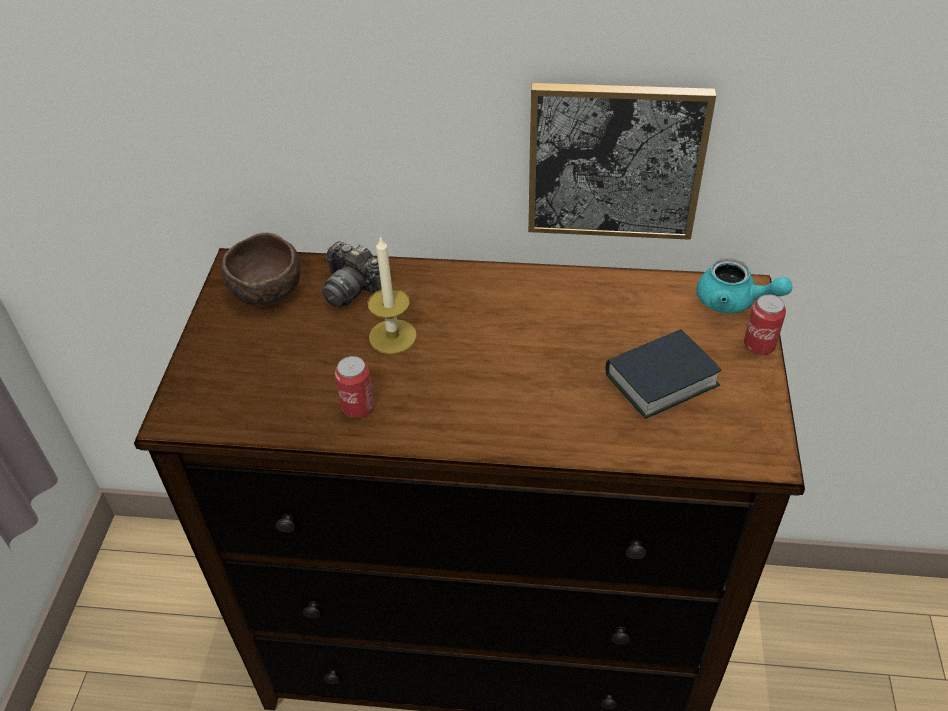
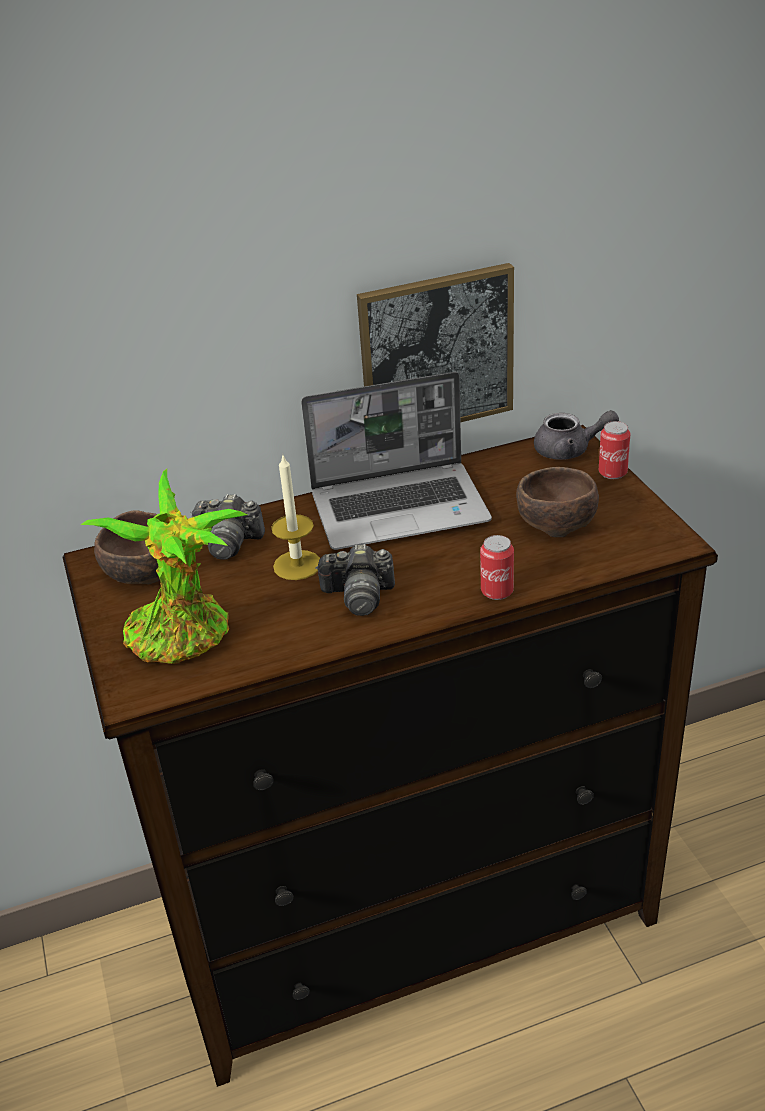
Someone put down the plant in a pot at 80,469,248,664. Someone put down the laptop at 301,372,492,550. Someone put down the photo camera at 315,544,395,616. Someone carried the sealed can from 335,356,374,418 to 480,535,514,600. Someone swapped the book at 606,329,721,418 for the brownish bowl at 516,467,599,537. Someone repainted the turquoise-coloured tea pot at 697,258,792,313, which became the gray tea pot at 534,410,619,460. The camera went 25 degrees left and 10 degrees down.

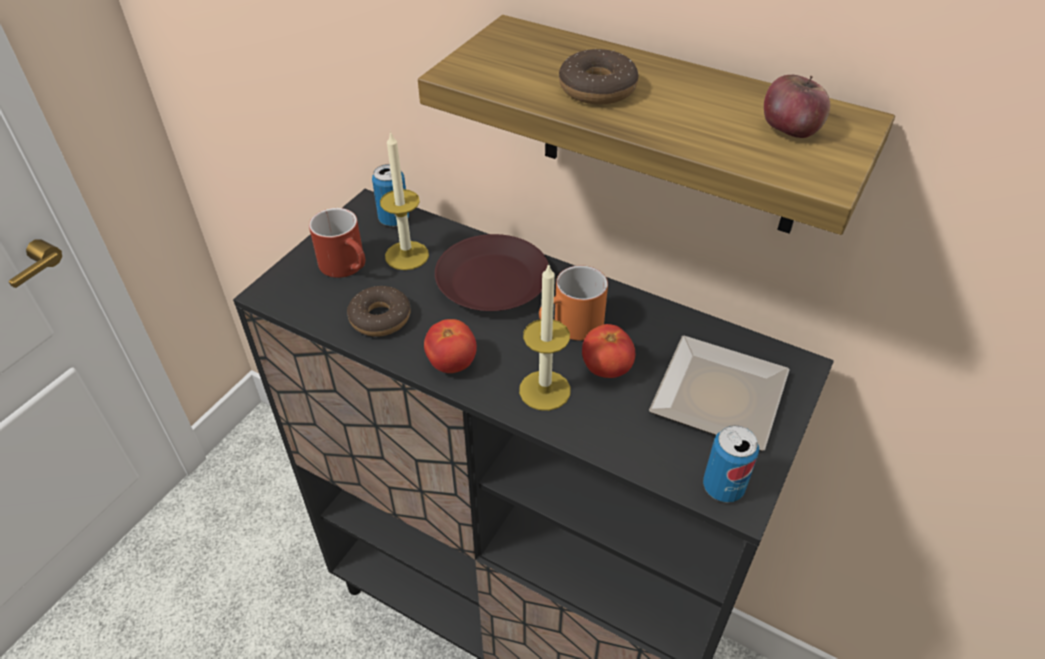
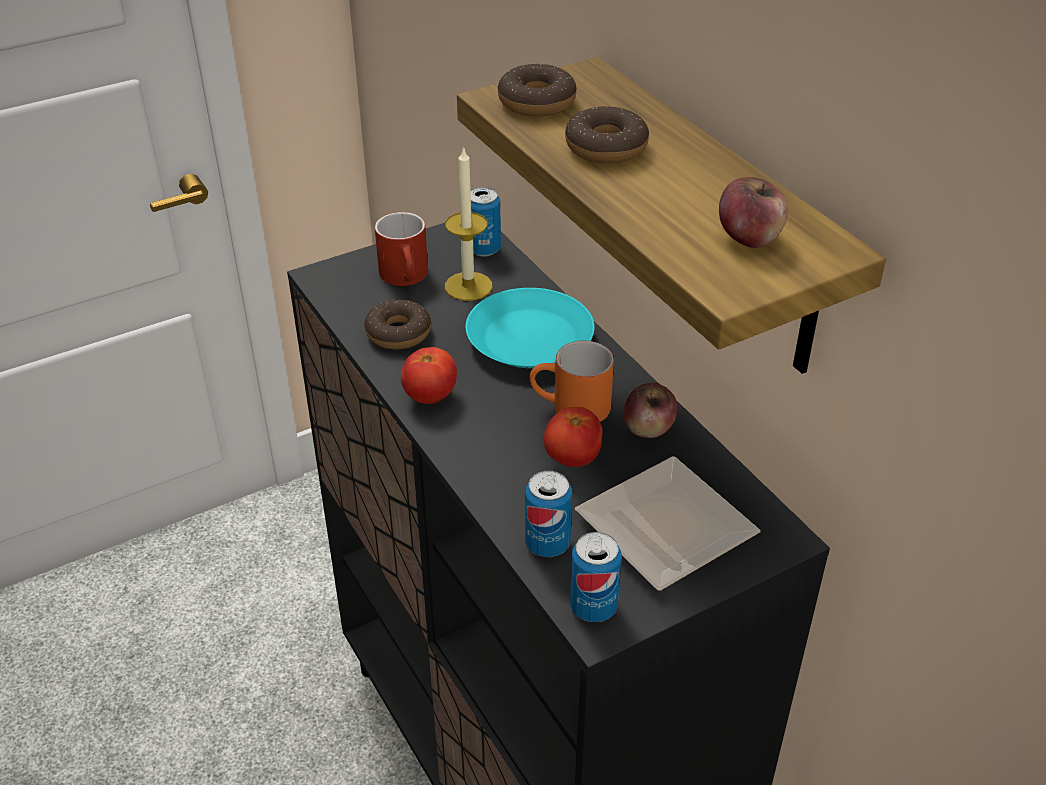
Someone repainted the brownish dinner plate at 435,234,549,311, which became the turquoise-coloured dinner plate at 466,288,595,368. Someone put down the ring doughnut at 498,64,577,117. Someone put down the sealed can at 525,471,572,557. Someone put down the apple at 624,383,678,438. Someone took away the candle at 519,264,570,411. The camera went 30 degrees right and 5 degrees down.

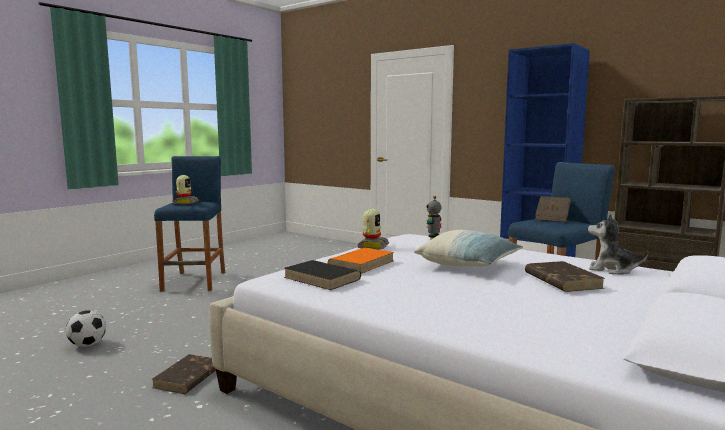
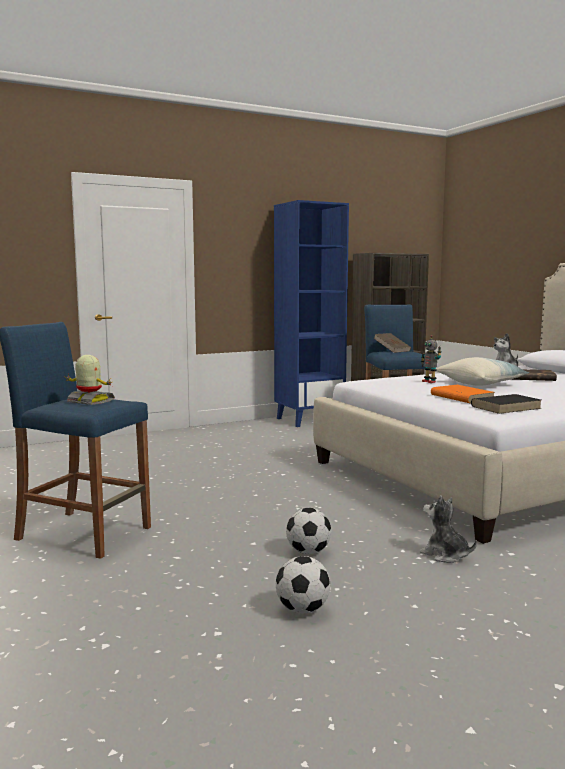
Someone put down the football ball at 286,508,331,554. Someone swapped the brownish book at 151,354,216,394 for the cuddly toy at 420,495,477,563. Someone took away the model robot at 358,209,389,250. The camera went 65 degrees left and 0 degrees up.

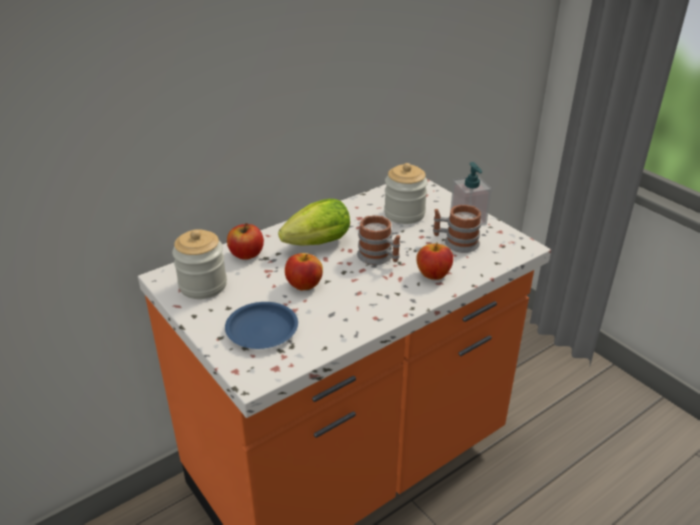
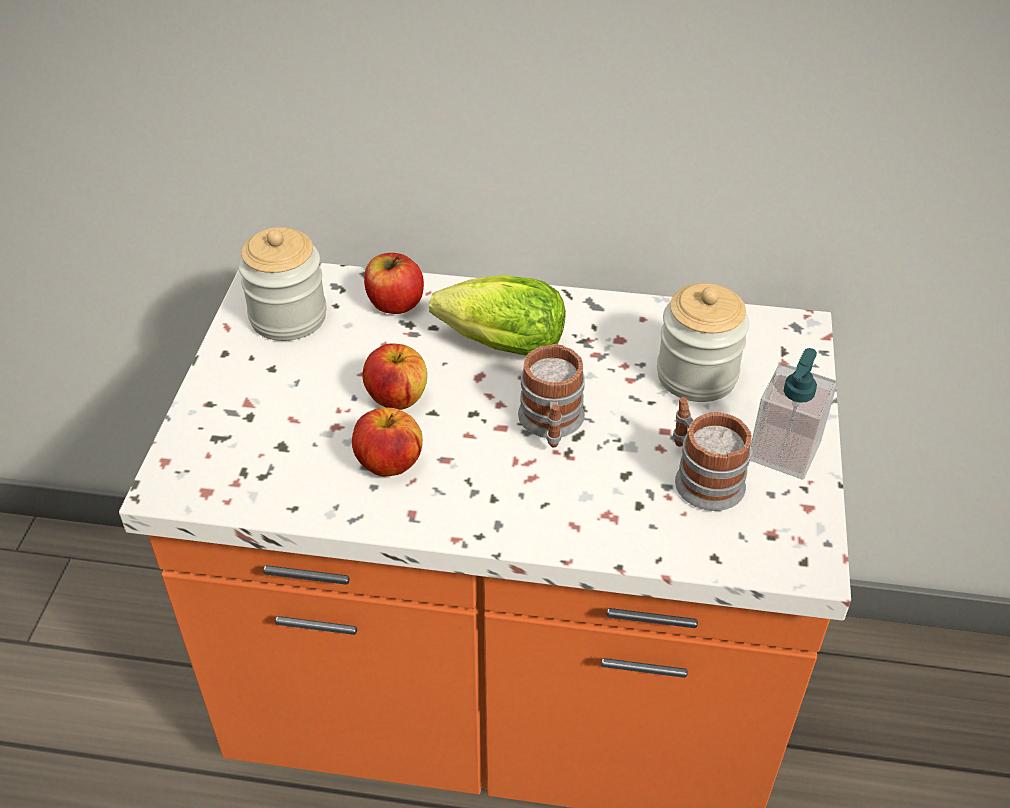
Someone carried the apple from 416,243,453,280 to 352,408,423,477. Someone took away the bluish dinner plate at 225,302,298,349. The camera went 45 degrees right and 10 degrees up.

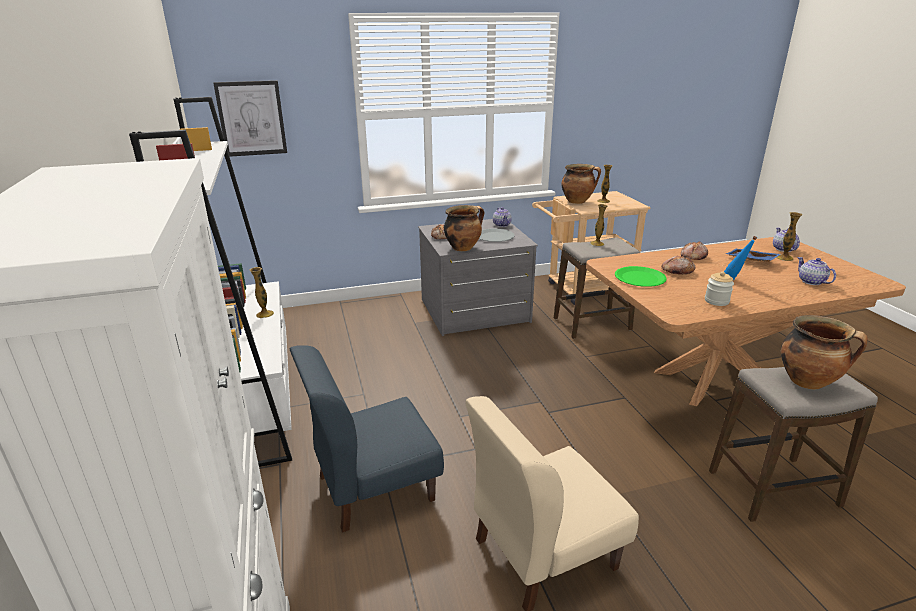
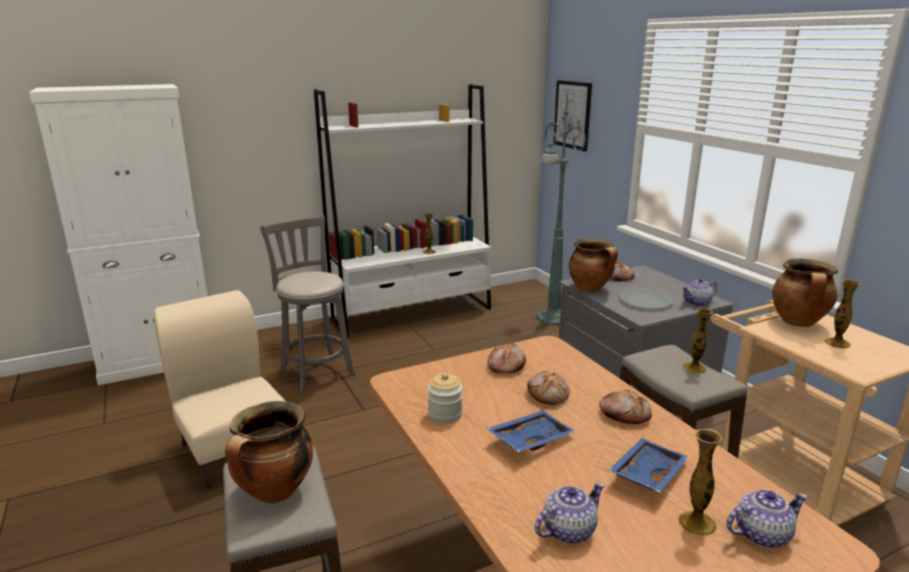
Someone swapped the bluish upright chair at 290,345,444,533 for the gray stool seat at 260,215,356,393. Someone swapped the bluish drink bottle at 724,236,757,280 for the bluish tray at 486,410,576,452. Someone swapped the greenish dinner plate at 615,266,667,287 for the bakery bread at 488,342,526,374. Someone put down the greenish standard lamp at 536,89,586,326. The camera went 80 degrees right and 5 degrees down.

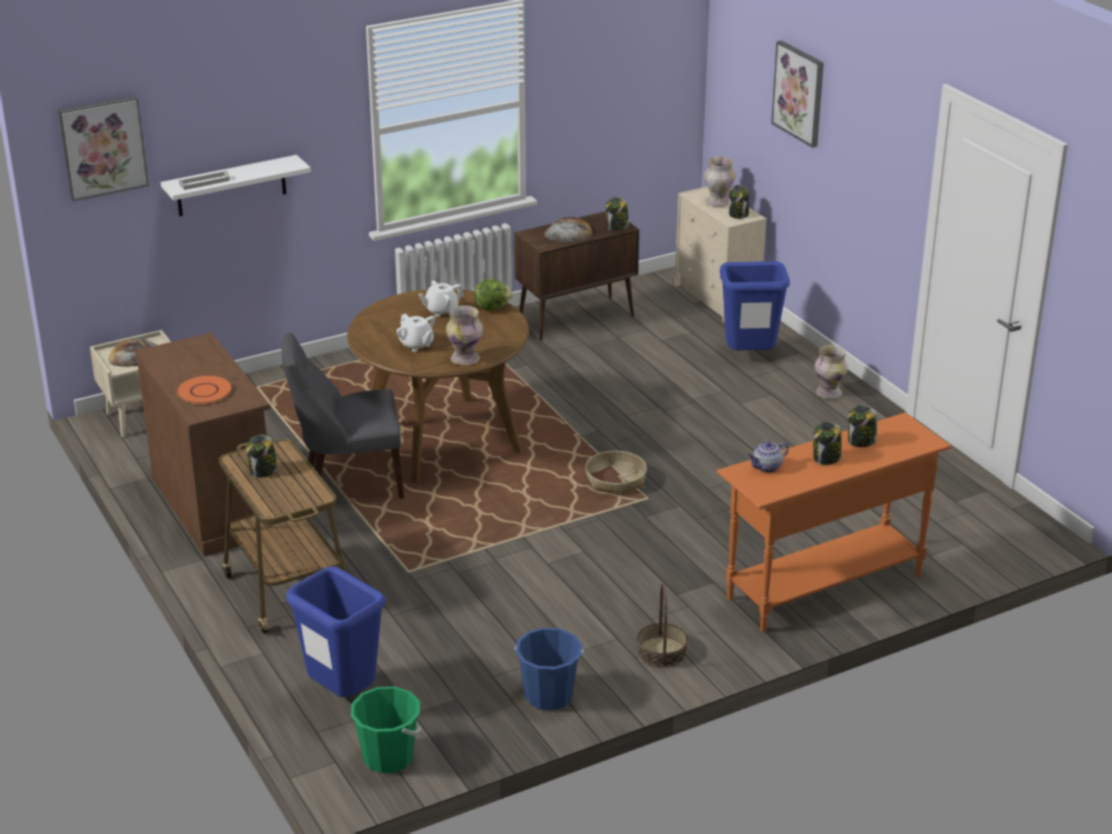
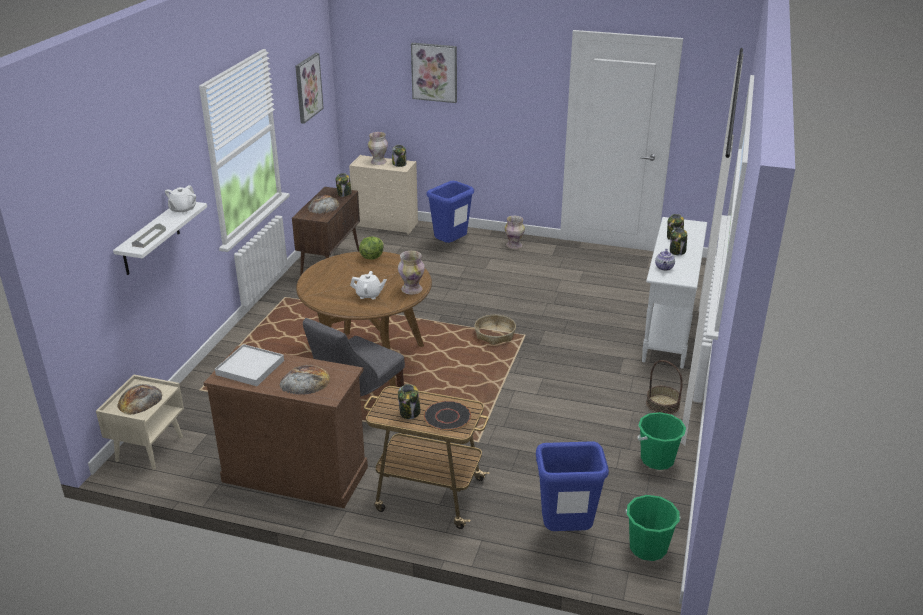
Someone carried the white tea pot from 418,280,464,317 to 165,185,196,214. Someone put down the white tray at 215,344,284,386. Someone swapped the orangey dinner plate at 176,375,233,404 for the bakery bread at 279,365,330,395. Someone carried the wall picture from 58,96,149,201 to 295,53,324,124. Someone put down the blackish dinner plate at 424,401,471,431. Someone repainted the bluish water bucket at 515,628,584,710, which became the greenish water bucket at 637,412,686,470. Someone repainted the orangey console table at 717,413,951,632, which became the white console table at 642,217,707,369. The camera went 45 degrees left and 0 degrees up.

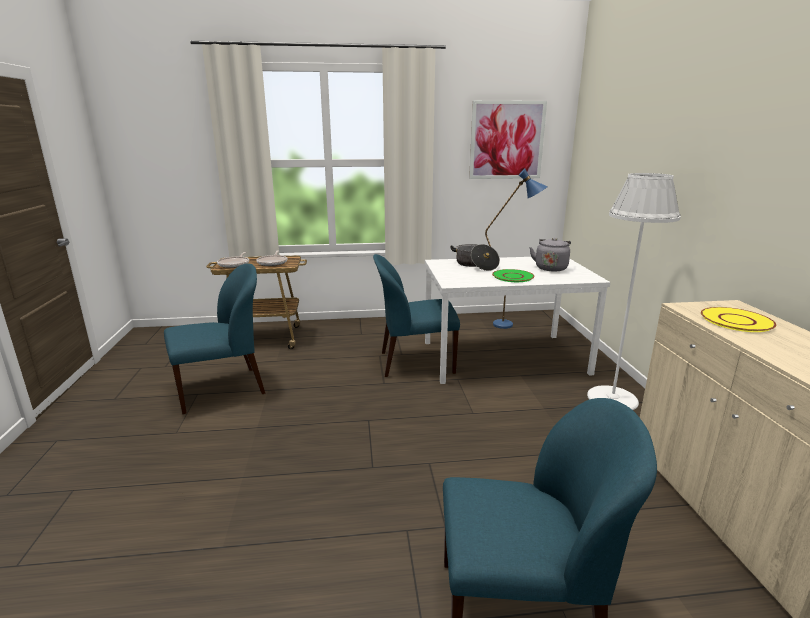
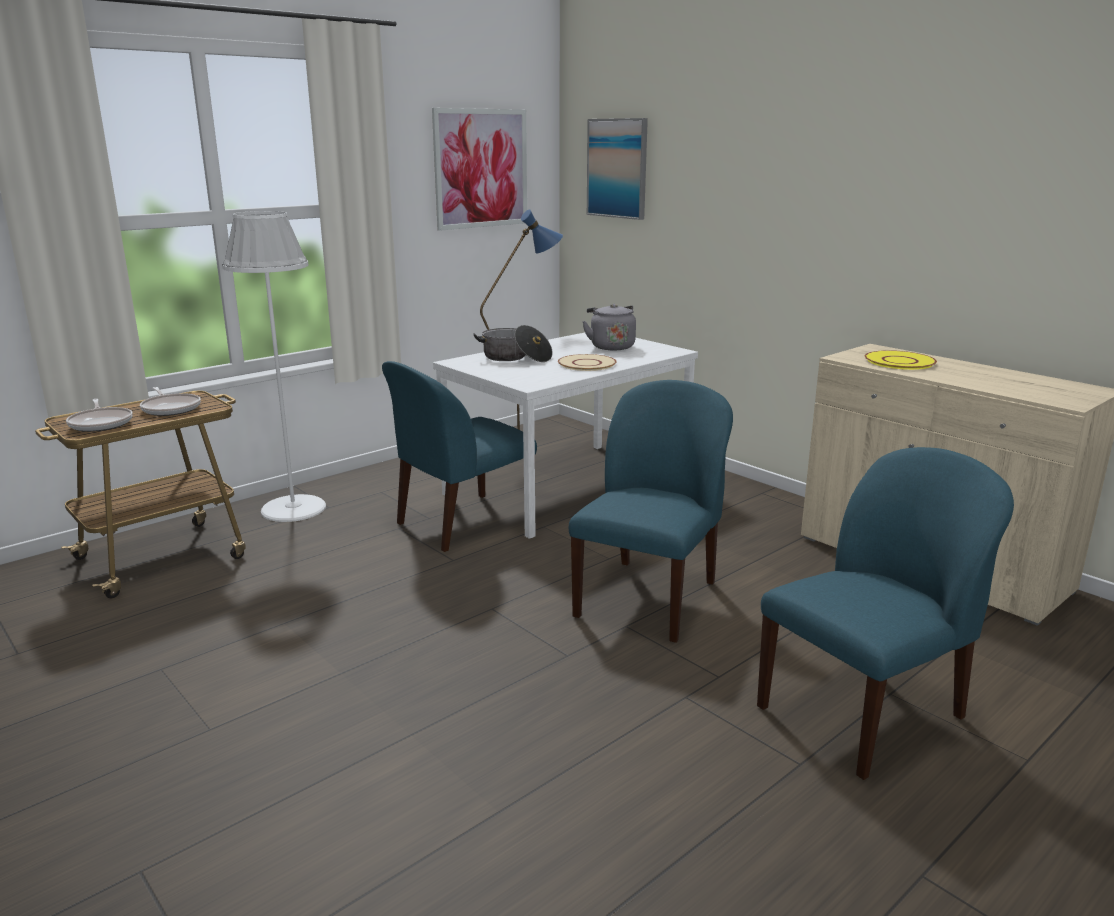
Someone carried the white standard lamp from 587,173,681,410 to 222,211,326,522. Someone repainted the greenish dinner plate at 492,269,535,282, which became the sand-coloured dinner plate at 558,354,617,371. Someone carried the bluish upright chair from 164,264,265,414 to 568,380,733,643. Someone put up the wall picture at 587,118,648,220. The camera went 35 degrees left and 0 degrees up.

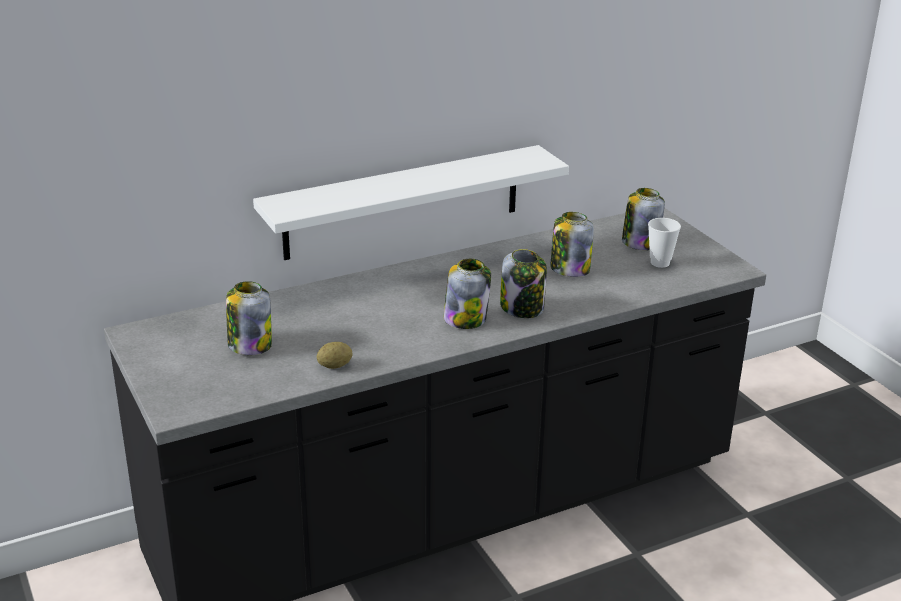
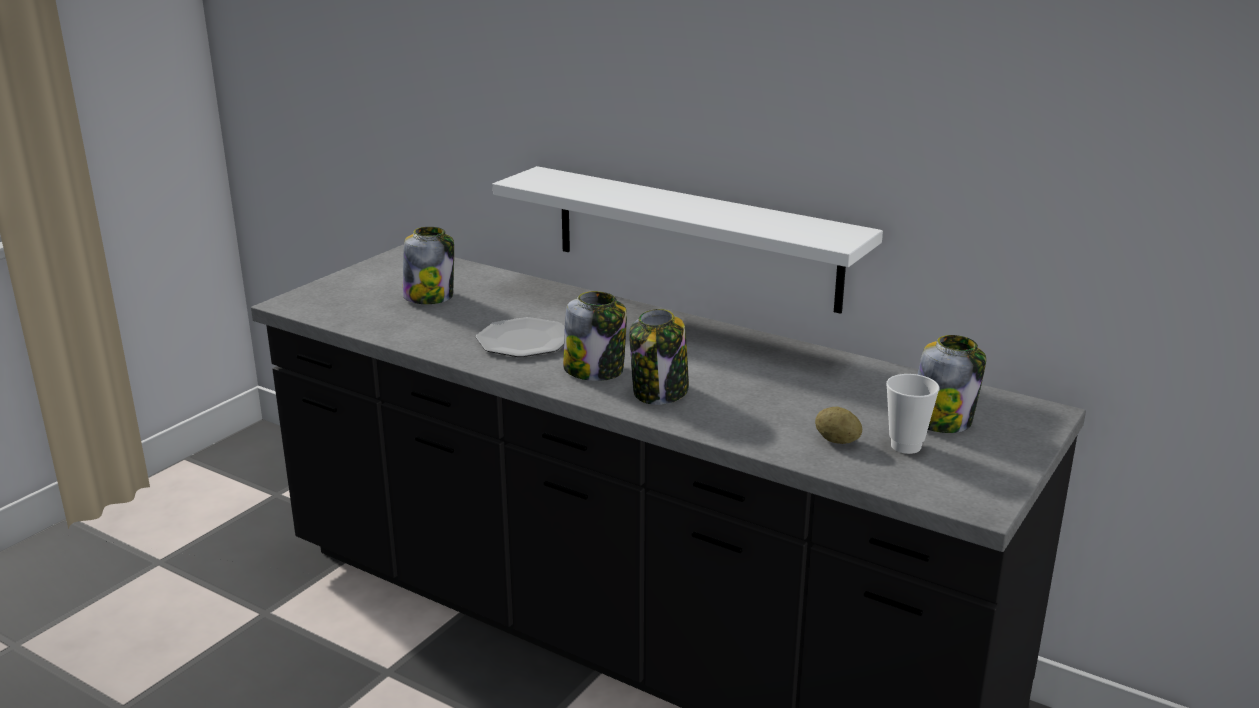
Someone put down the dinner plate at 476,317,565,357. Someone carried the whole potato from 317,342,352,369 to 815,407,862,444. Someone took away the storage jar at 550,212,594,277. The camera went 60 degrees right and 5 degrees down.

